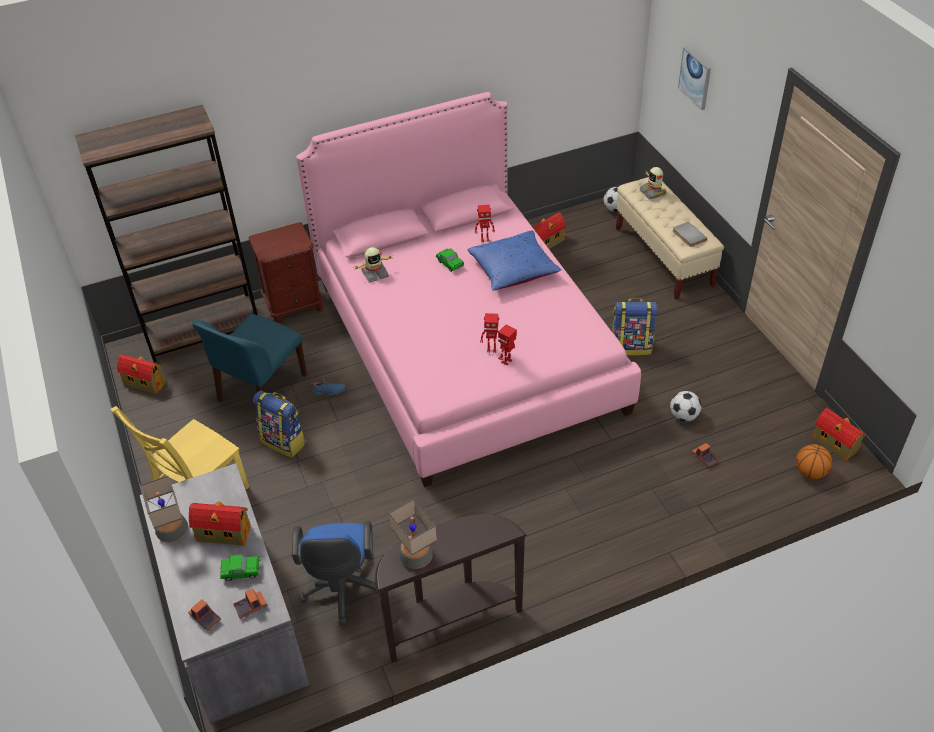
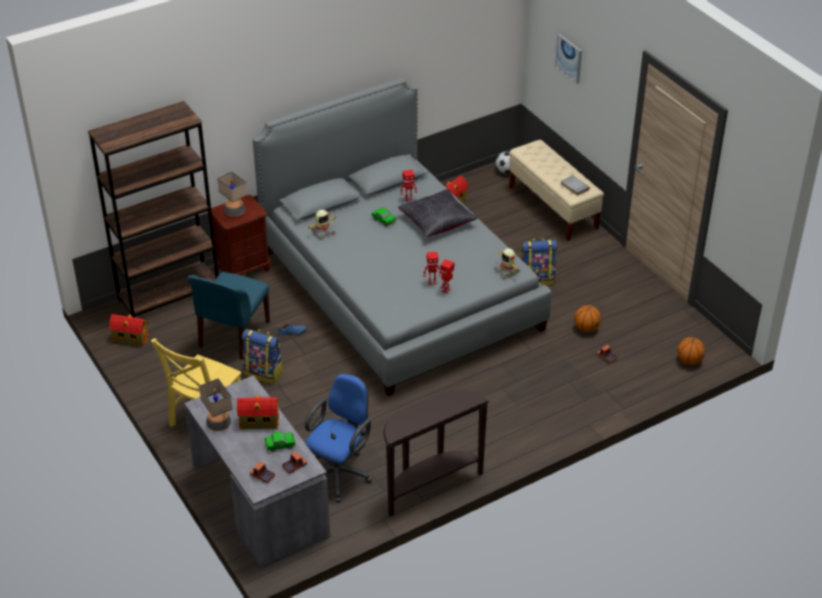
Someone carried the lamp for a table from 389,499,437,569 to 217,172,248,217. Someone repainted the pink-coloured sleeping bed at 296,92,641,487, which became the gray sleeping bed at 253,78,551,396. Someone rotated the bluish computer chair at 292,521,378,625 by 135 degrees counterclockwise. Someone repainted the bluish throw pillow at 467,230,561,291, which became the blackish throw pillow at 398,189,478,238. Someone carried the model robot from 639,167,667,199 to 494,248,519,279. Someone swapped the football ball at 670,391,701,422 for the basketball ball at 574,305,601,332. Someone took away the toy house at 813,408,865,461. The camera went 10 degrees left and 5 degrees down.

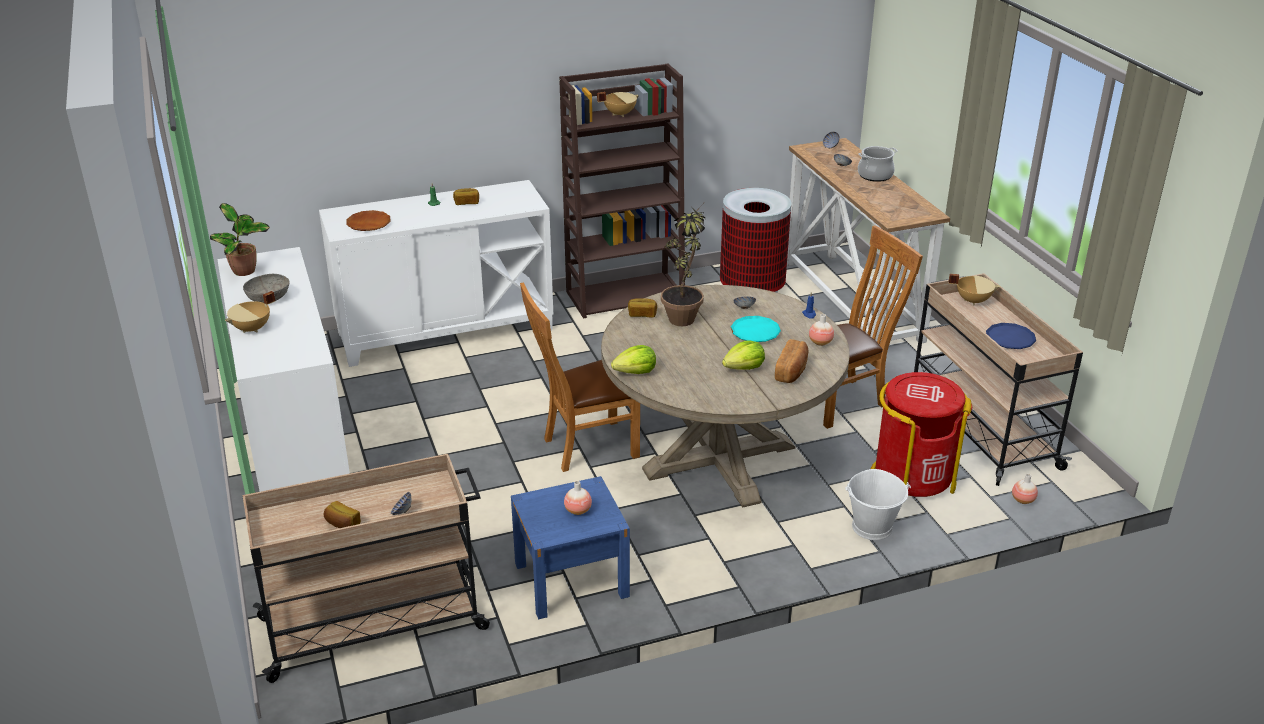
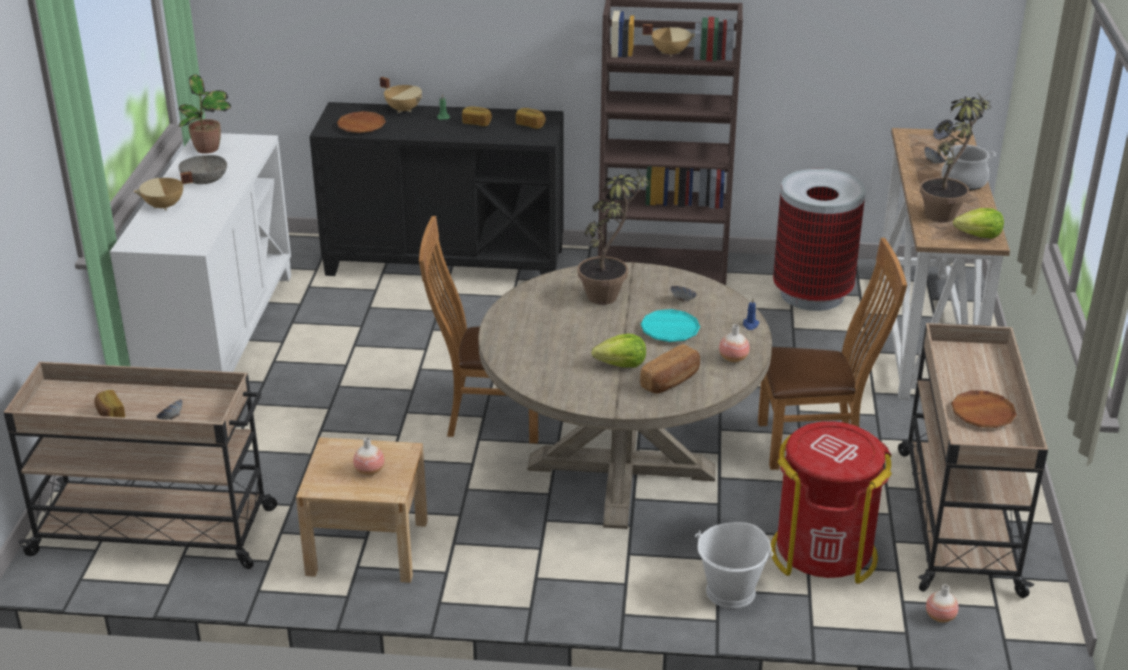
Someone repainted the bluish nightstand at 511,476,630,619, which became the sand-coloured nightstand at 296,437,428,583. Someone repainted the white cupboard at 319,180,553,367, which became the blackish cupboard at 309,102,564,276. Someone carried the sand-coloured cooking pot from 948,274,1000,305 to 380,77,422,113. Someone carried the bakery bread from 628,298,657,318 to 516,108,546,129. Someone put down the plant in a pot at 920,90,994,222. Someone repainted the bluish dinner plate at 986,323,1036,349, which became the brownish dinner plate at 951,390,1017,428. Someone carried the head of lettuce from 611,345,656,374 to 953,208,1004,239. The camera went 25 degrees right and 0 degrees up.

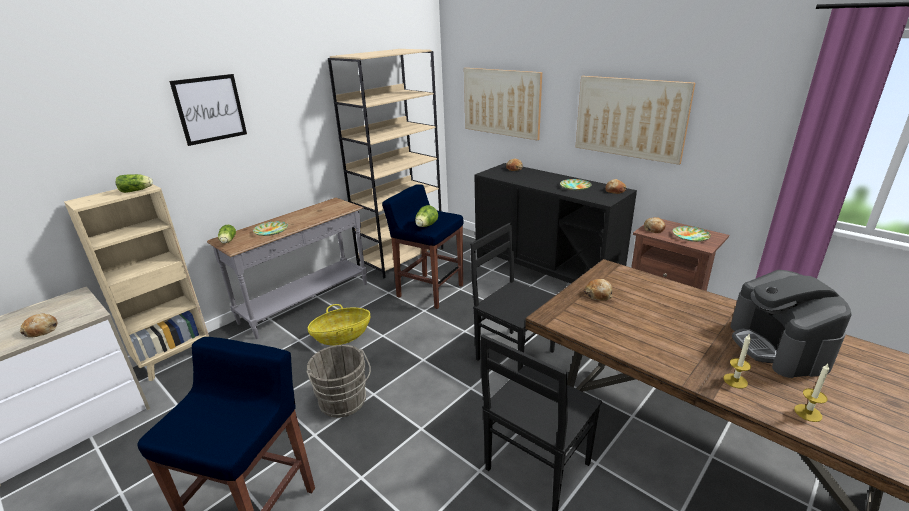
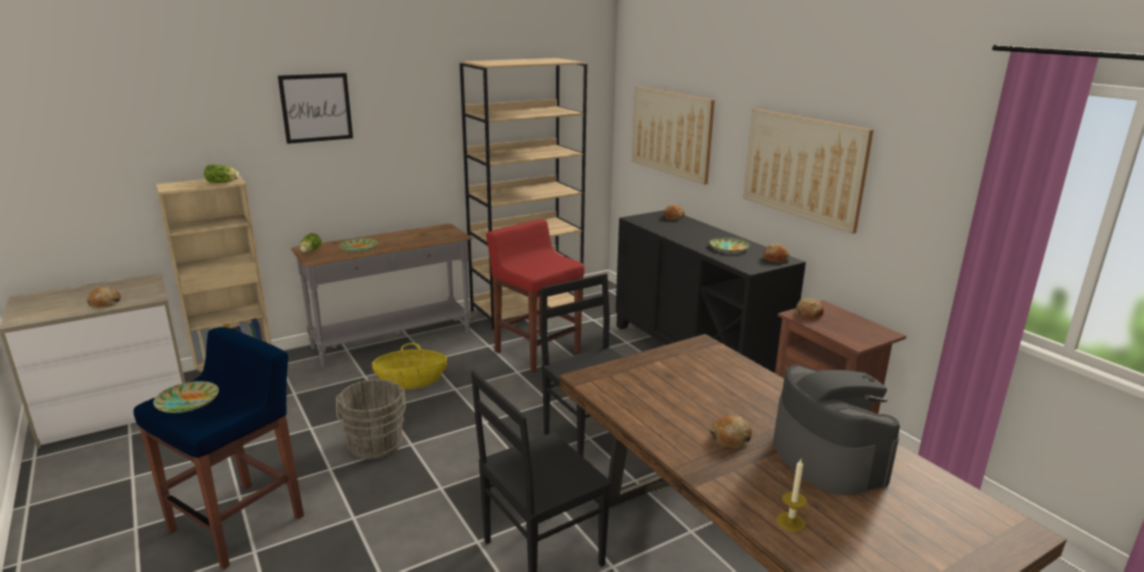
Someone carried the dinner plate from 673,226,711,242 to 153,381,219,413. Someone repainted the bluish stool seat at 382,184,464,309, which became the red-coloured stool seat at 486,220,584,373. Someone carried the bakery bread from 584,279,613,300 to 710,415,752,448. Someone rotated the coffee machine at 730,270,851,378 by 150 degrees clockwise. Someone took away the head of lettuce at 415,205,438,227. Someone took away the candle at 724,333,751,388. The camera went 15 degrees right and 5 degrees down.

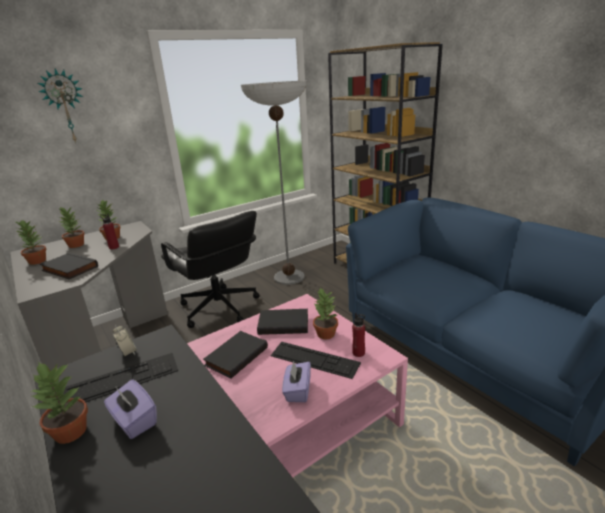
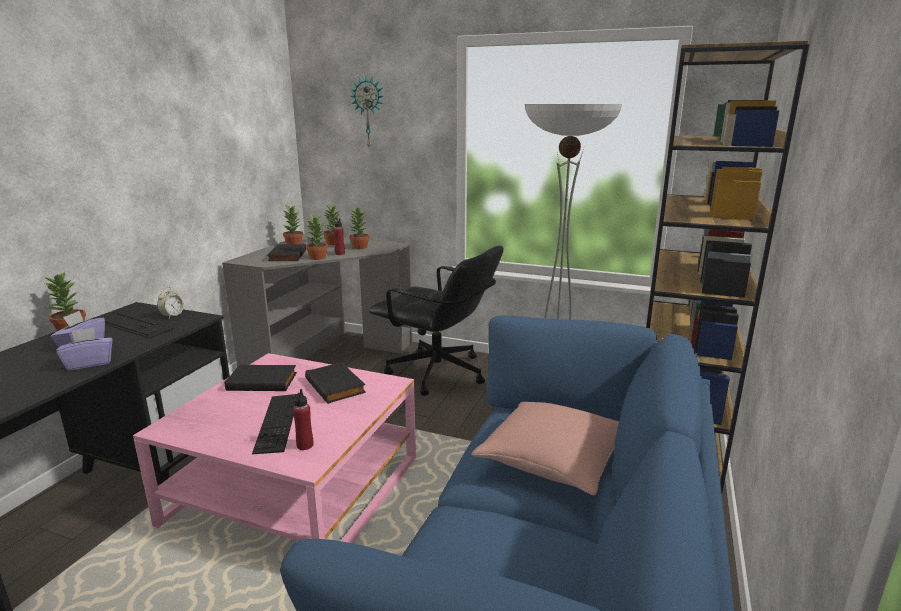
Someone carried the purple tissue holder from 282,361,311,402 to 56,327,113,371. Someone carried the plant in a pot from 313,288,338,339 to 306,214,328,260. Someone rotated the blackish computer chair at 161,211,259,328 by 75 degrees counterclockwise. Someone put down the pink-coloured throw pillow at 471,402,619,495. The camera went 55 degrees right and 5 degrees down.

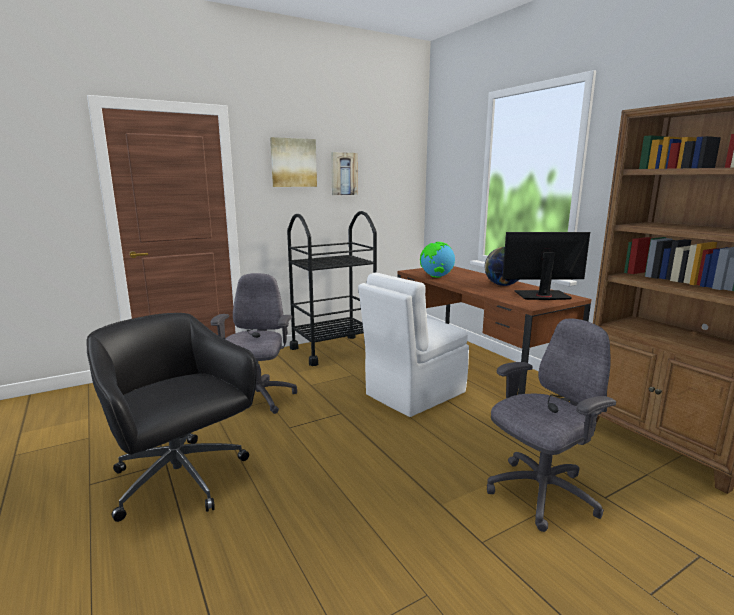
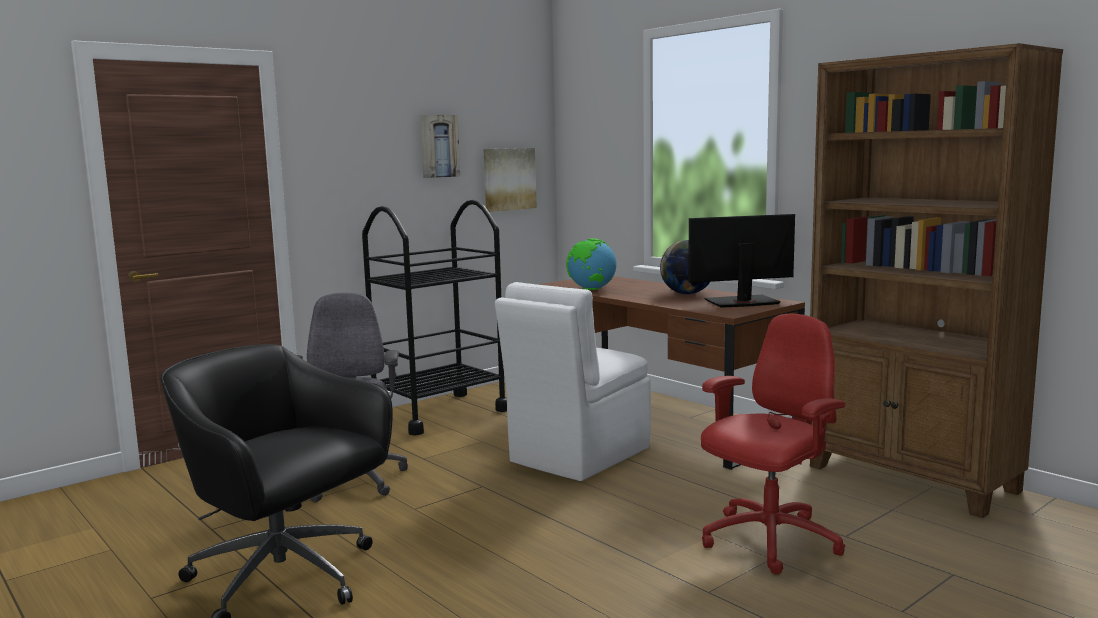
Someone carried the wall picture from 270,137,317,187 to 484,148,537,212. Someone repainted the gray computer chair at 487,318,616,532, which became the red-coloured computer chair at 701,314,845,574. The camera went 10 degrees left and 5 degrees down.

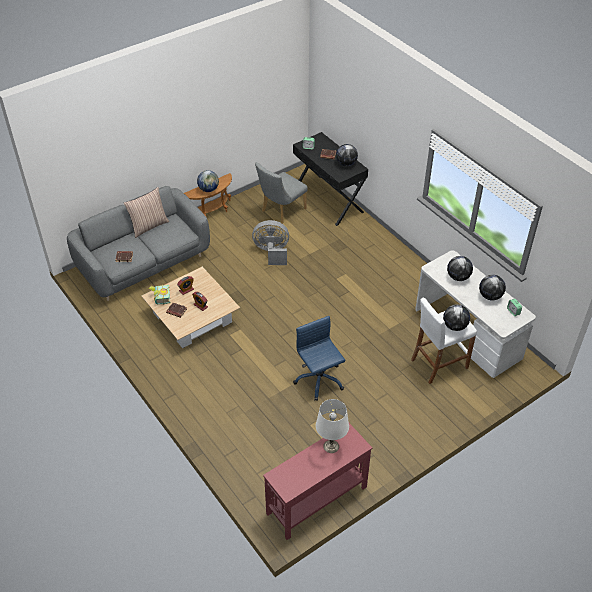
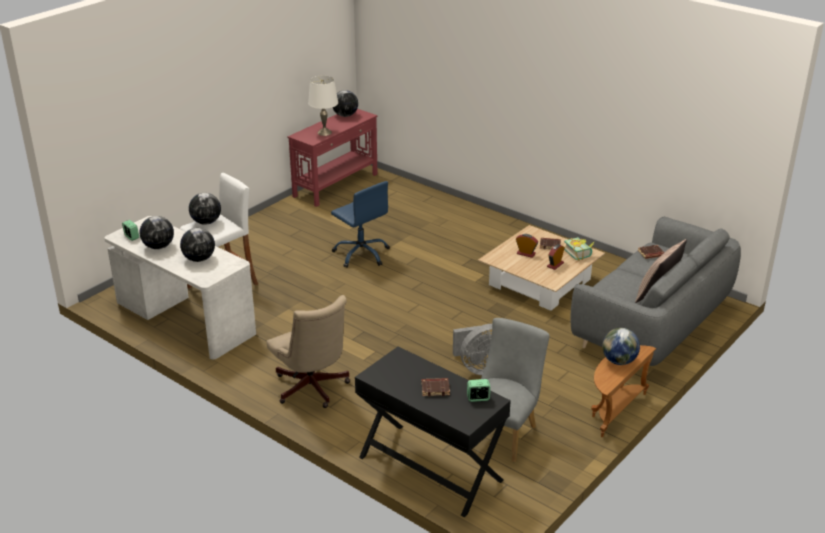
Someone put down the sand-coloured computer chair at 267,295,350,408. Someone carried the globe from 336,144,358,166 to 333,90,358,117. The camera went 165 degrees right and 15 degrees down.

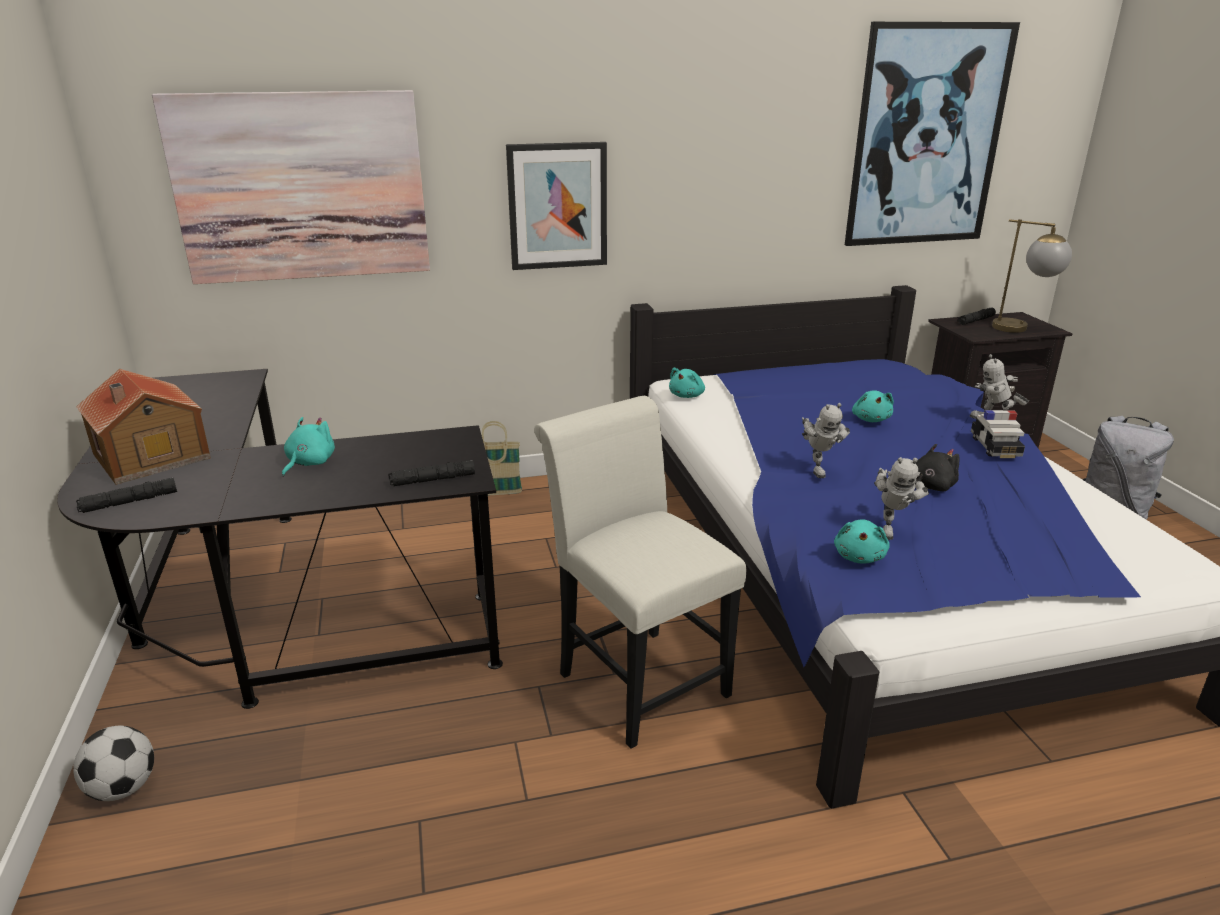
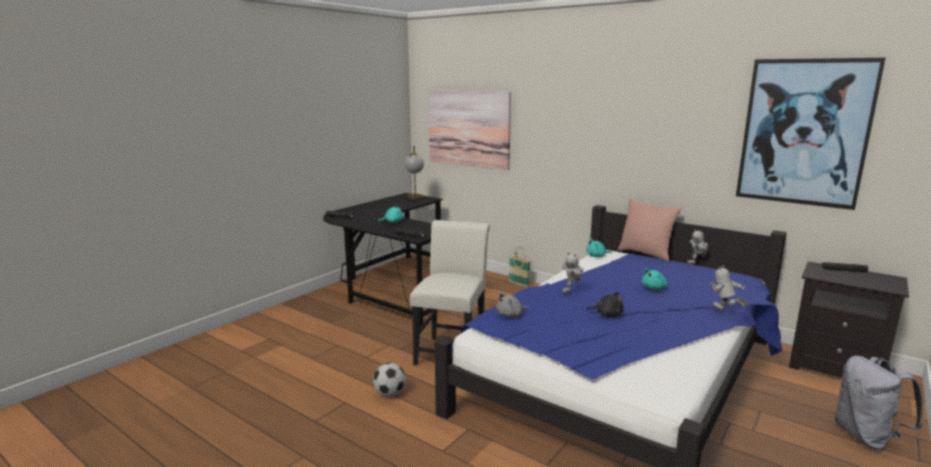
Someone carried the football ball from 73,725,154,801 to 373,363,406,397. Someone carried the lamp for a table from 992,219,1072,333 to 404,146,424,200. Someone repainted the turquoise-coloured cuddly toy at 834,519,890,563, which became the gray cuddly toy at 496,292,529,318. Someone put down the pink-coloured throw pillow at 618,199,682,262. Someone carried the model robot from 874,457,929,540 to 687,229,708,264. Someone took away the toy house at 76,369,211,485. Someone took away the wall picture at 506,142,607,270. Someone took away the toy car at 971,410,1025,458. The camera went 50 degrees right and 10 degrees down.

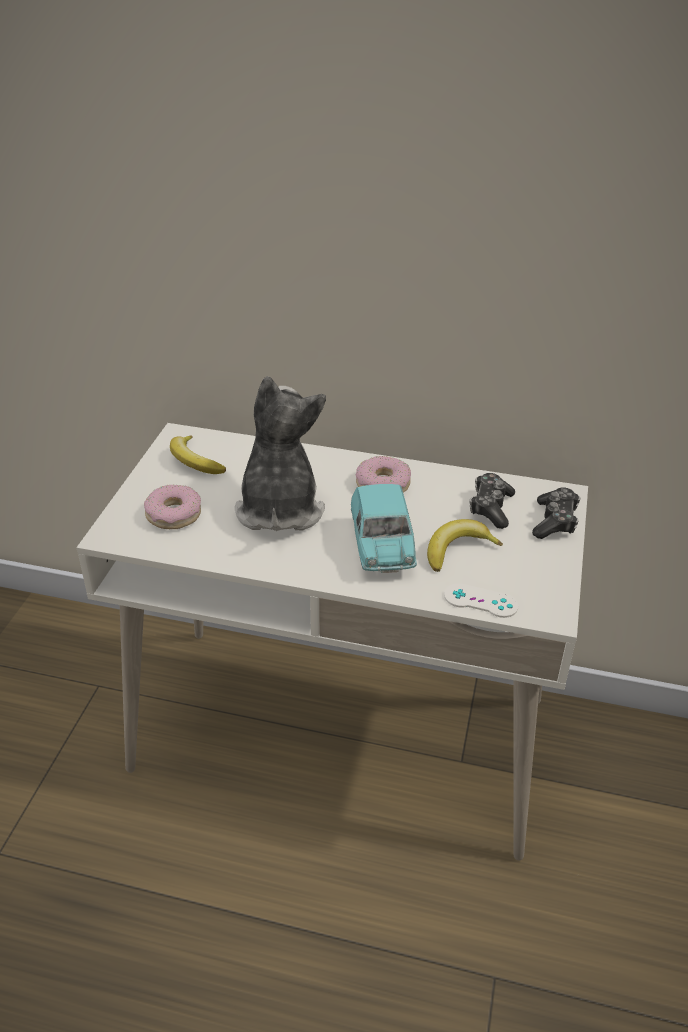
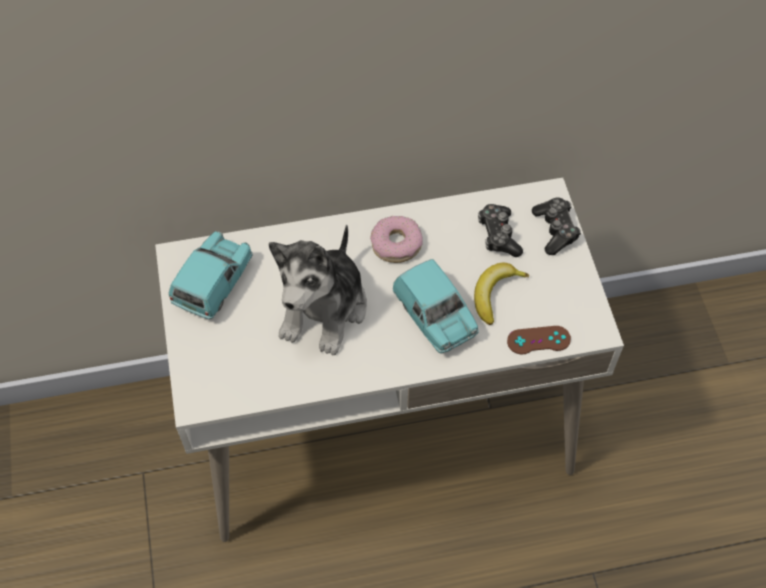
Someone swapped the banana fruit at 170,435,226,474 for the turquoise-coloured toy car at 169,231,252,319. Someone rotated the cuddly toy at 235,376,326,531 by 135 degrees counterclockwise. Someone repainted the white game controller at 444,583,518,618, which became the brownish game controller at 507,326,571,355. Someone took away the ring doughnut at 144,484,201,529. The camera went 25 degrees left and 20 degrees up.

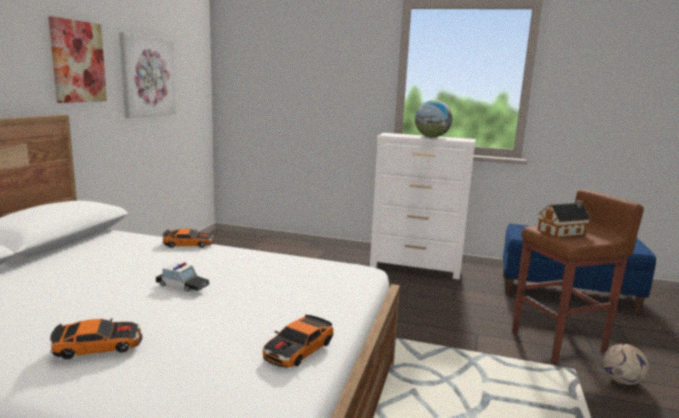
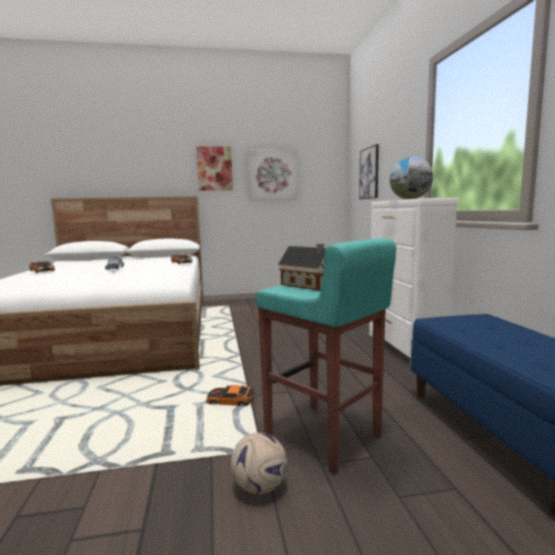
Someone carried the toy car from 263,315,333,368 to 206,385,255,406. Someone repainted the brownish stool seat at 512,189,644,363, which became the turquoise-coloured stool seat at 255,238,396,475. Someone put up the wall picture at 359,144,379,200. The camera went 65 degrees right and 5 degrees down.

